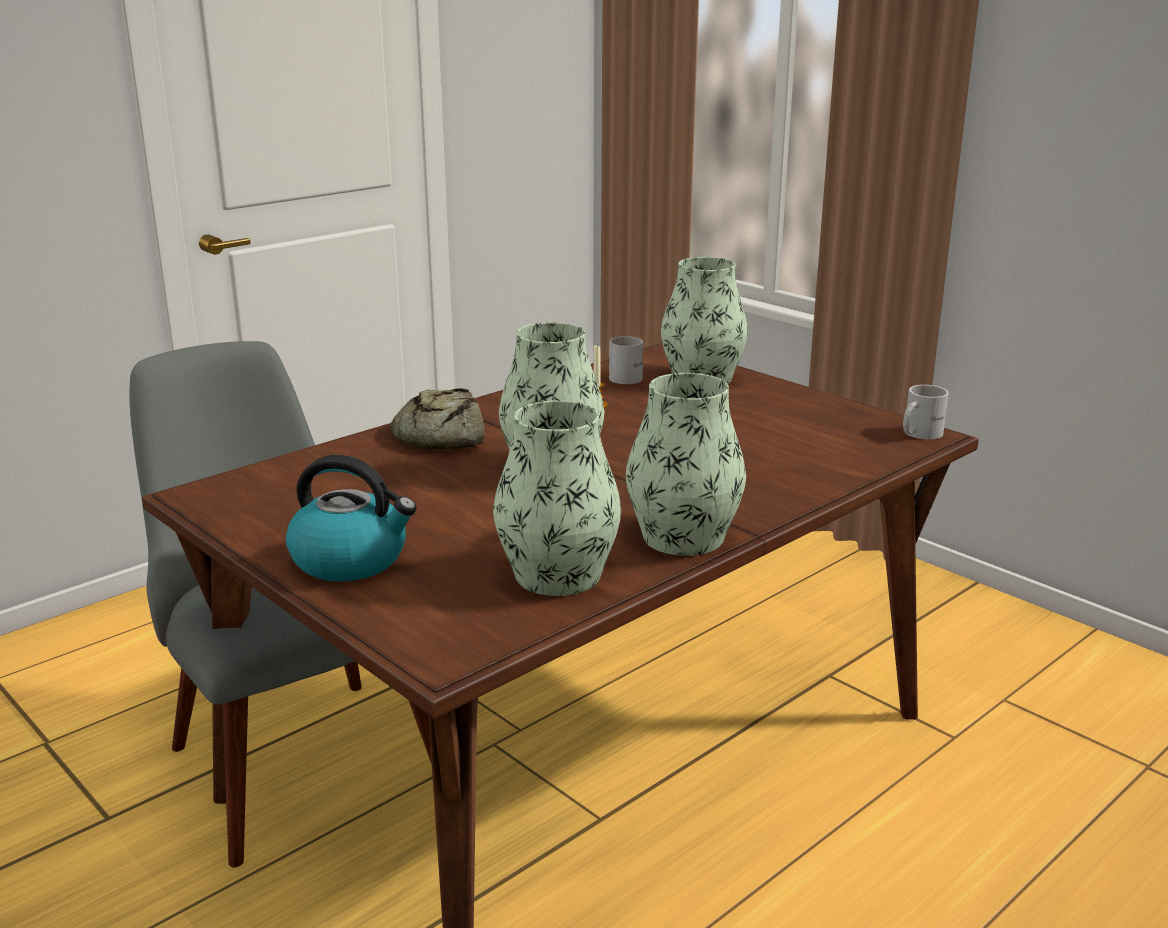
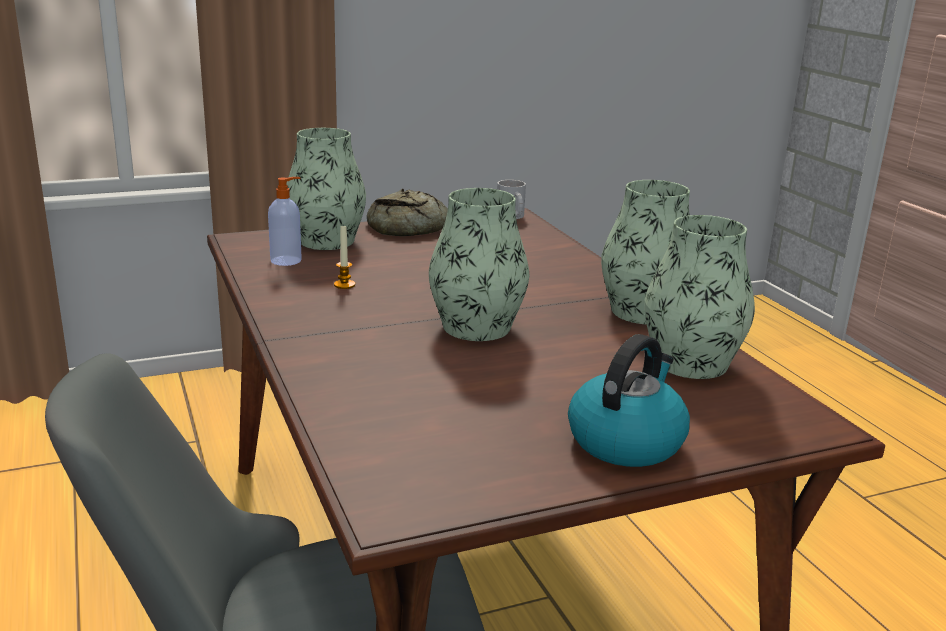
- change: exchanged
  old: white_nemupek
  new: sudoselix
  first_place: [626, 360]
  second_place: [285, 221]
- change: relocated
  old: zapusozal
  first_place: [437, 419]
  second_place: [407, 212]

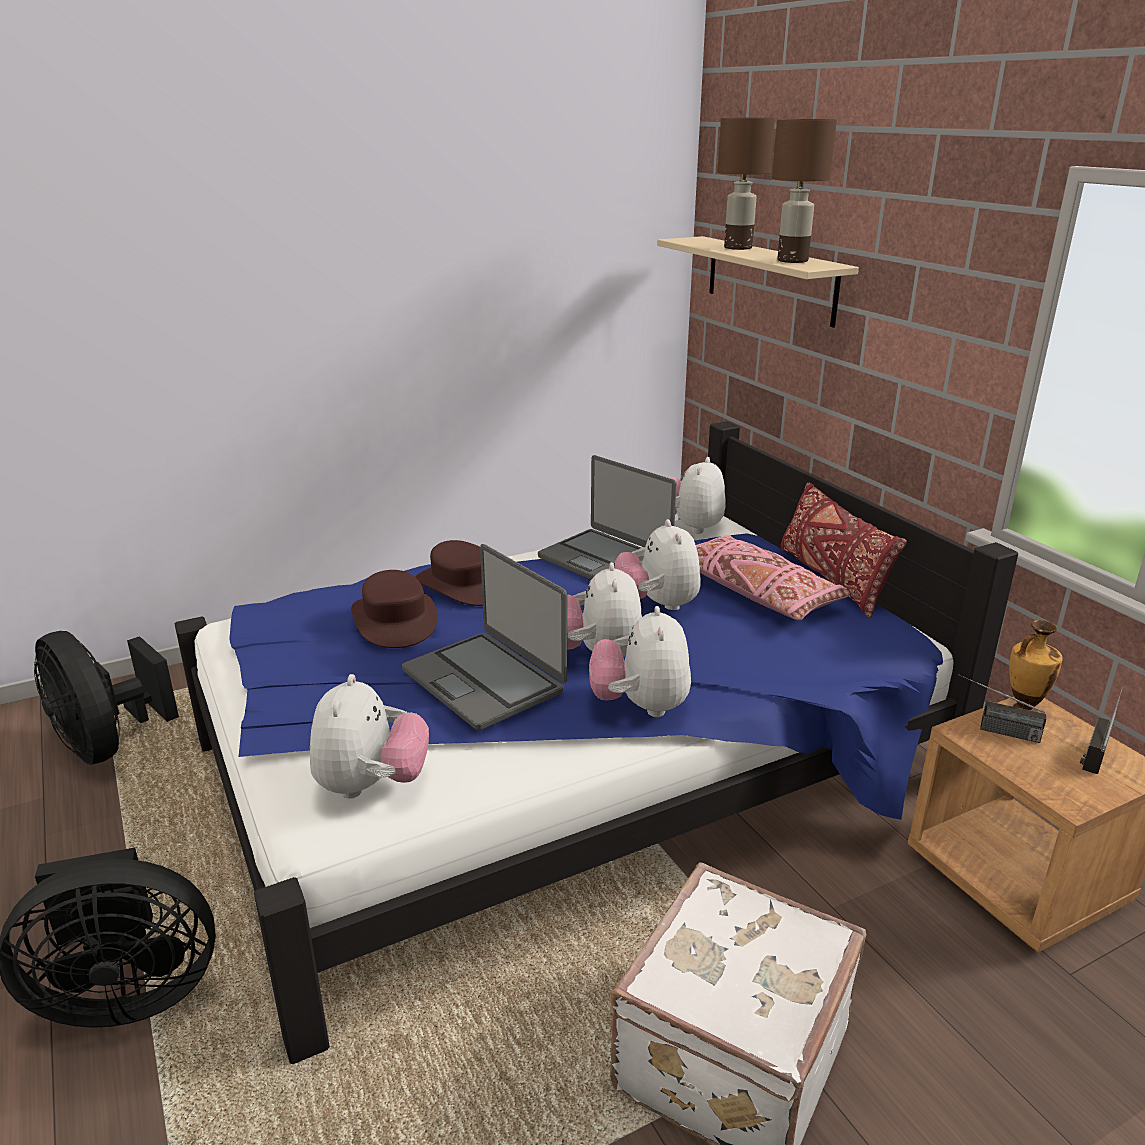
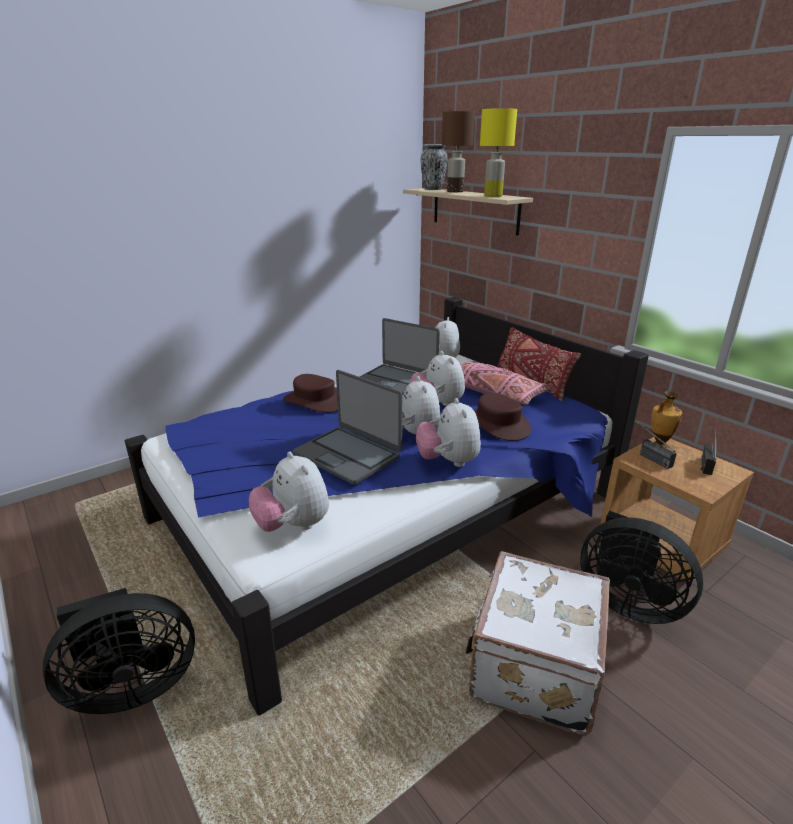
- change: spun
  old: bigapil
  first_place: [369, 736]
  second_place: [289, 492]
  degrees: 150
- change: appeared
  new: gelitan
  second_place: [434, 167]
- change: relocated
  old: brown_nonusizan
  first_place: [394, 609]
  second_place: [502, 417]
- change: colour
  old: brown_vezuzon
  new: yellow_vezuzon
  first_place: [804, 191]
  second_place: [498, 152]
- change: relocated
  old: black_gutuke
  first_place: [106, 698]
  second_place: [641, 567]
- change: spun
  old: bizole
  first_place: [1002, 709]
  second_place: [655, 444]
  degrees: 45

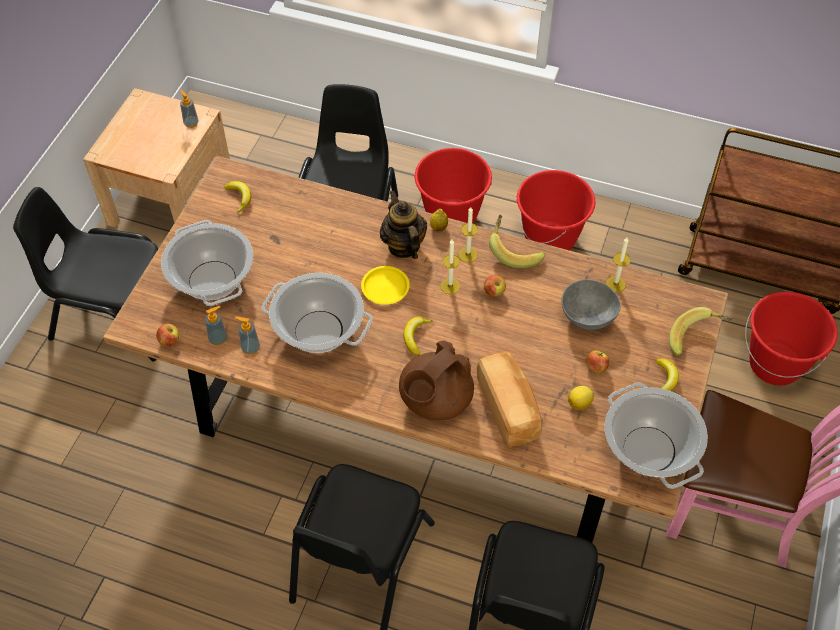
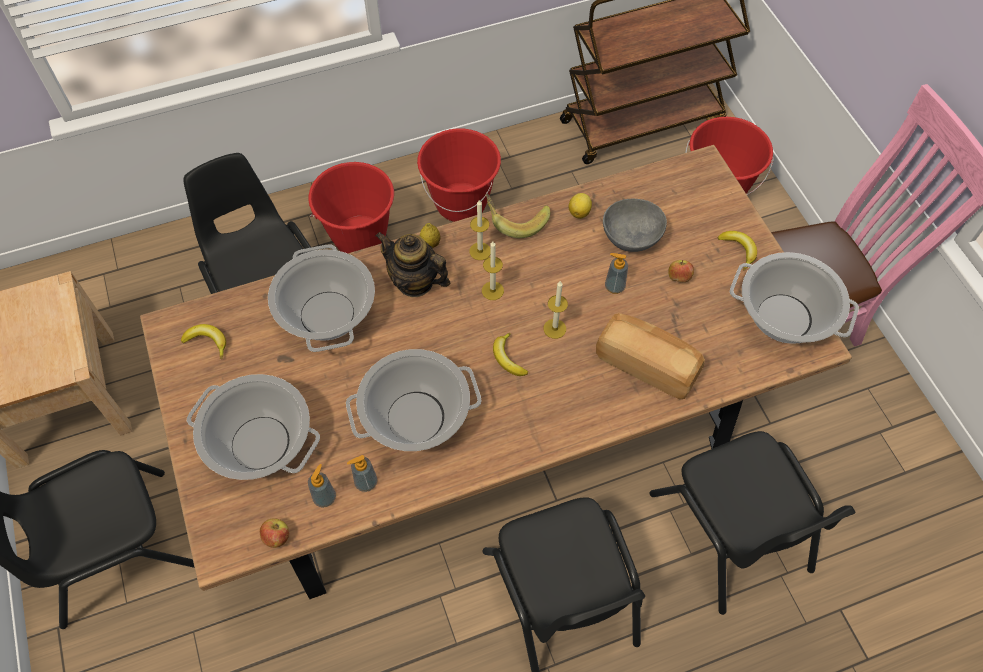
- change: appeared
  new: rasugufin
  second_place: [321, 298]
- change: relocated
  old: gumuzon
  first_place: [618, 265]
  second_place: [556, 310]
- change: relocated
  old: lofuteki
  first_place: [581, 398]
  second_place: [580, 206]
- change: relocated
  old: sudoselix
  first_place: [189, 109]
  second_place: [616, 273]
- change: missing
  old: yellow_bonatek
  first_place: [385, 285]
- change: missing
  old: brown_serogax
  first_place: [436, 380]
- change: missing
  old: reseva
  first_place: [495, 286]
- change: missing
  old: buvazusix
  first_place: [700, 332]

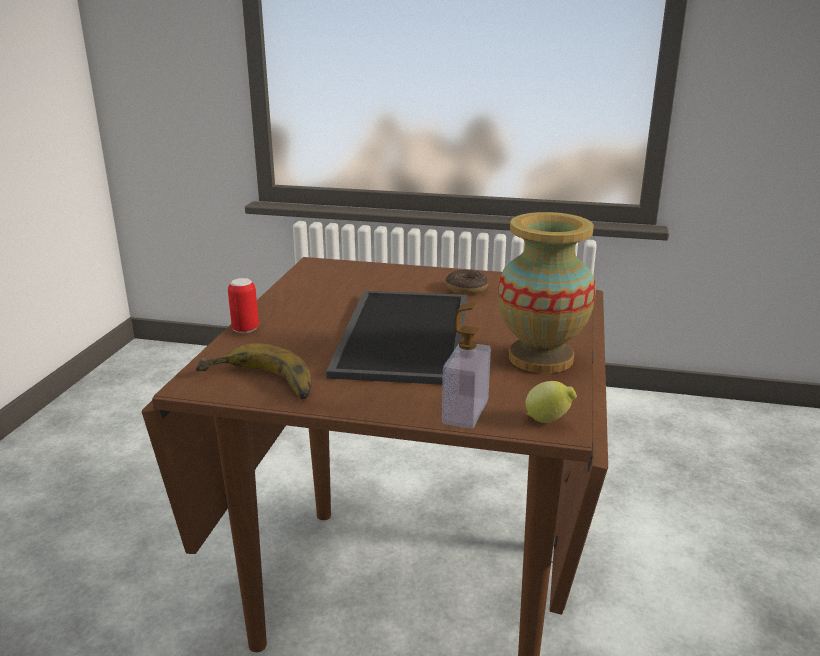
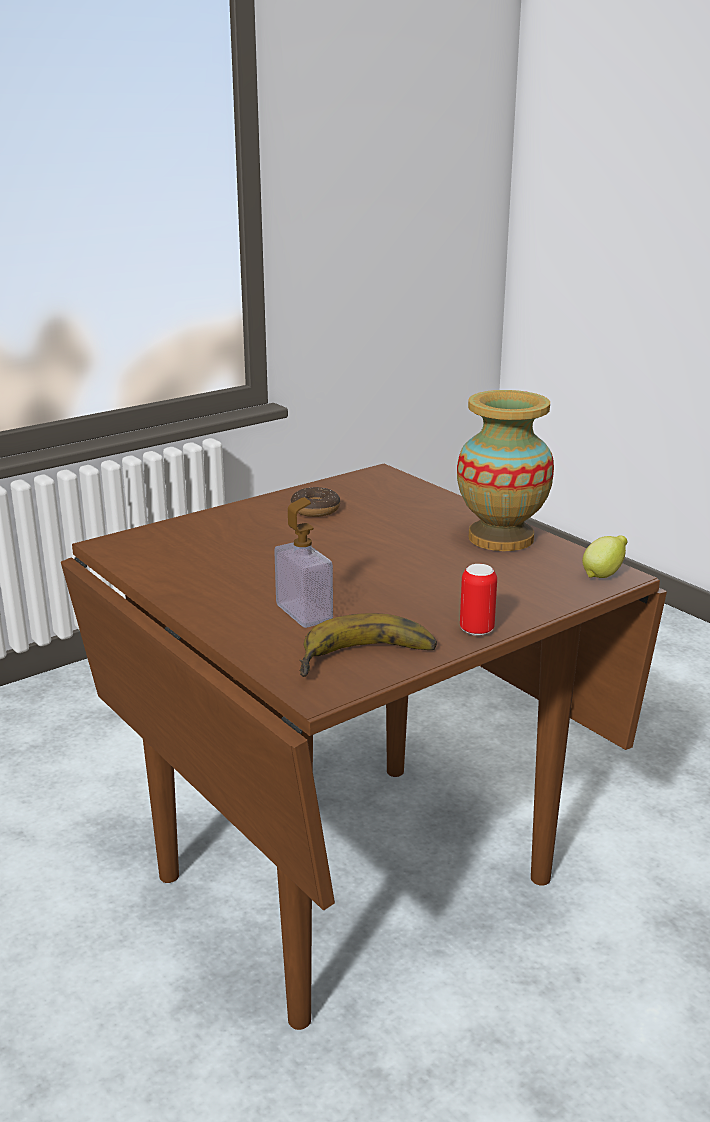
- change: relocated
  old: sudoselix
  first_place: [466, 365]
  second_place: [303, 562]
- change: relocated
  old: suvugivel
  first_place: [243, 305]
  second_place: [478, 600]
- change: missing
  old: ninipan
  first_place: [396, 338]

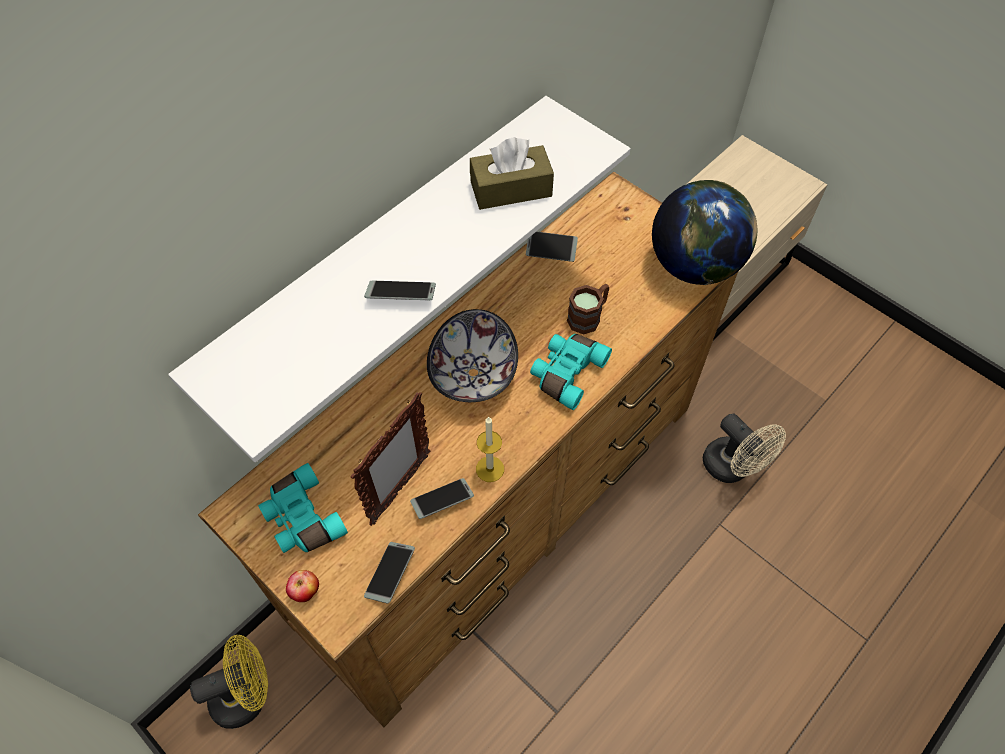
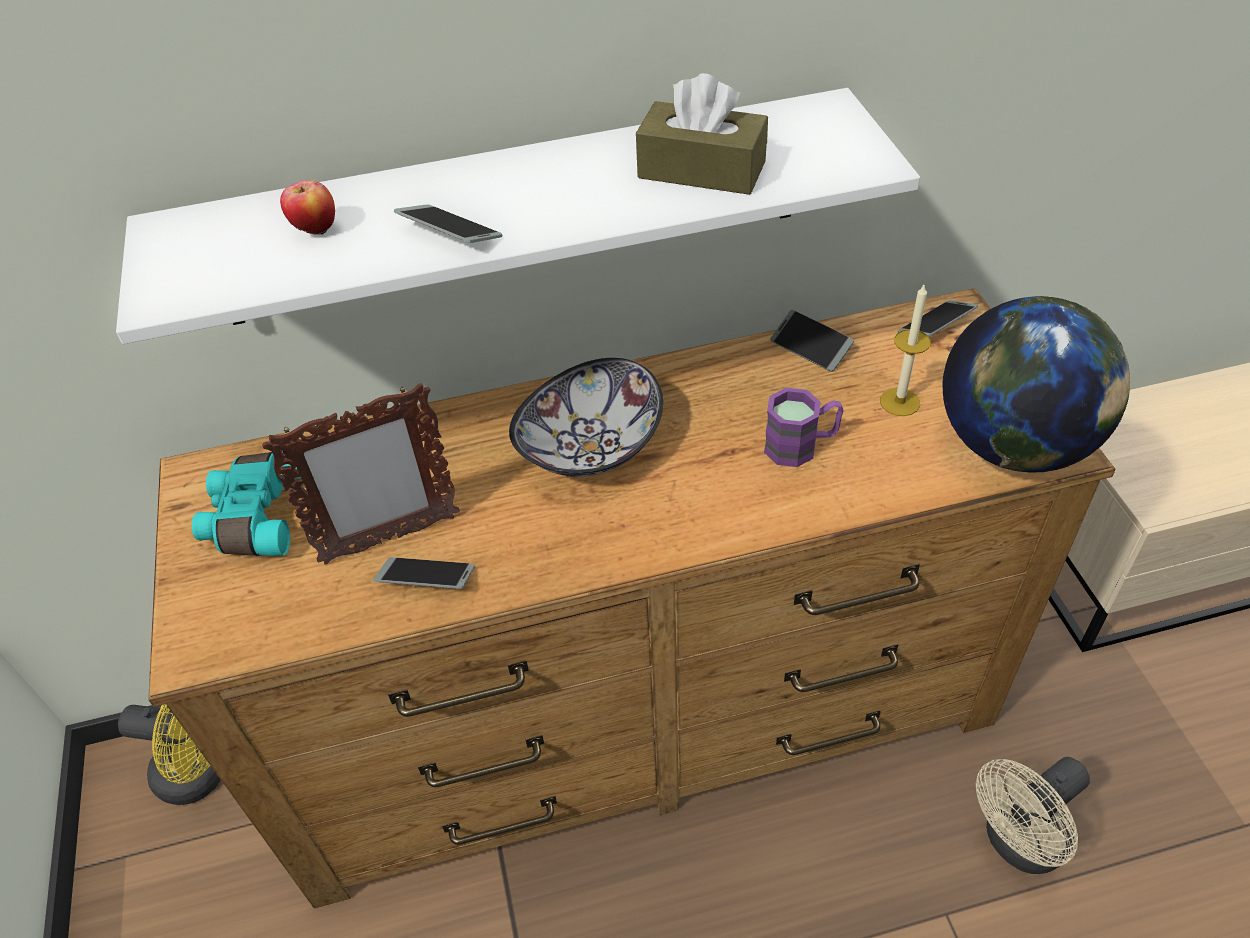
- change: relocated
  old: reseva
  first_place: [302, 586]
  second_place: [307, 207]
- change: colour
  old: brown_nemupek
  new: purple_nemupek
  first_place: [588, 309]
  second_place: [803, 427]
- change: relocated
  old: gumuzon
  first_place: [490, 449]
  second_place: [905, 349]
- change: relocated
  old: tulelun
  first_place: [389, 573]
  second_place: [938, 318]
- change: spun
  old: beige_gutuke
  first_place: [744, 448]
  second_place: [1033, 815]
  degrees: 60
- change: missing
  old: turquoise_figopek
  first_place: [571, 372]

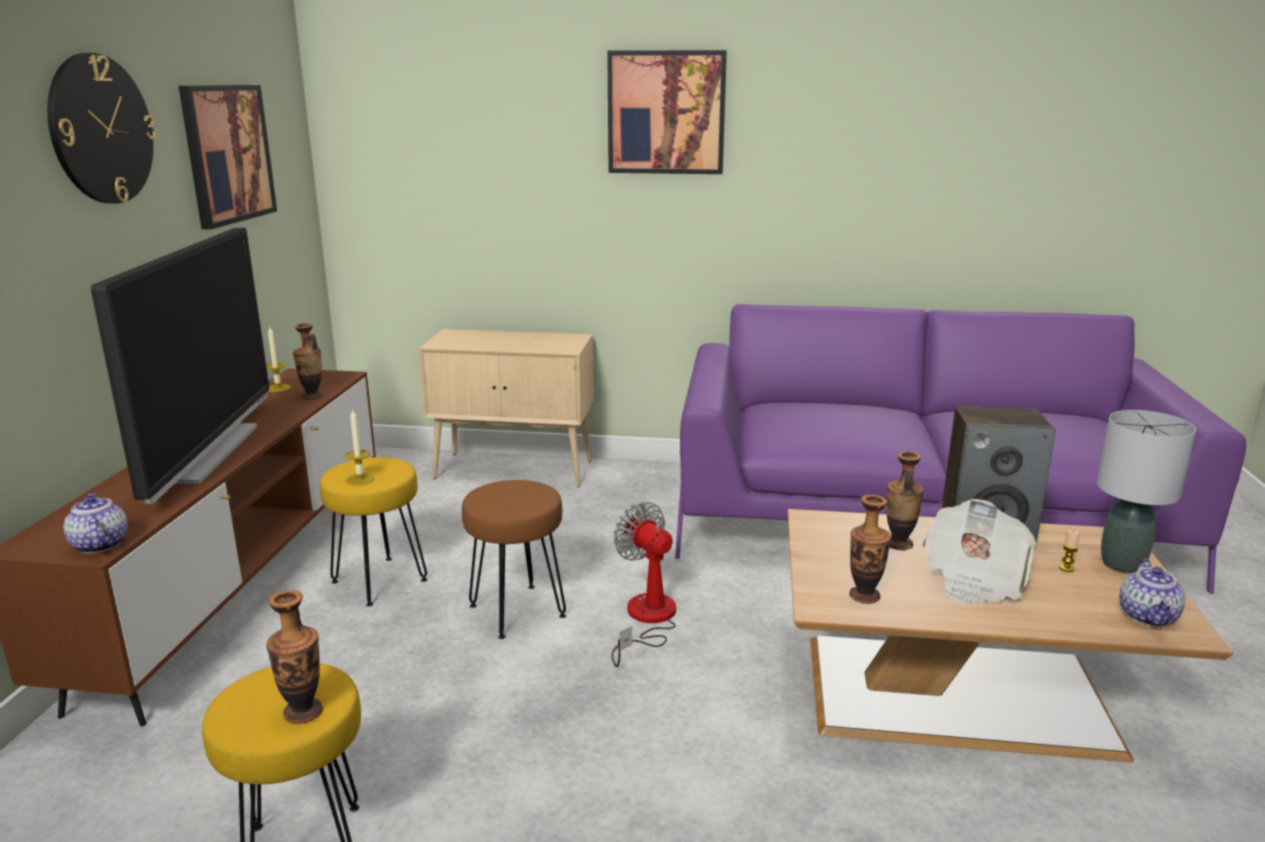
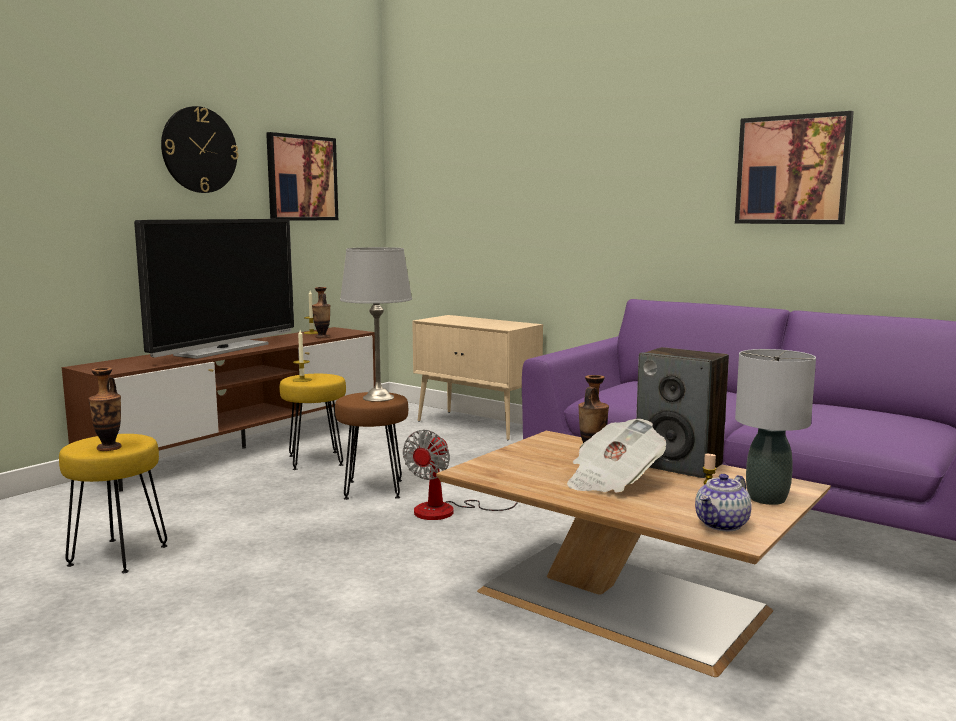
- change: appeared
  new: grey_vezuzon
  second_place: [376, 324]
- change: spun
  old: gutuke
  first_place: [644, 584]
  second_place: [460, 475]
  degrees: -150
- change: relocated
  old: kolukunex
  first_place: [667, 112]
  second_place: [794, 167]
- change: missing
  old: serogax
  first_place: [95, 523]
- change: missing
  old: gelitan
  first_place: [870, 549]

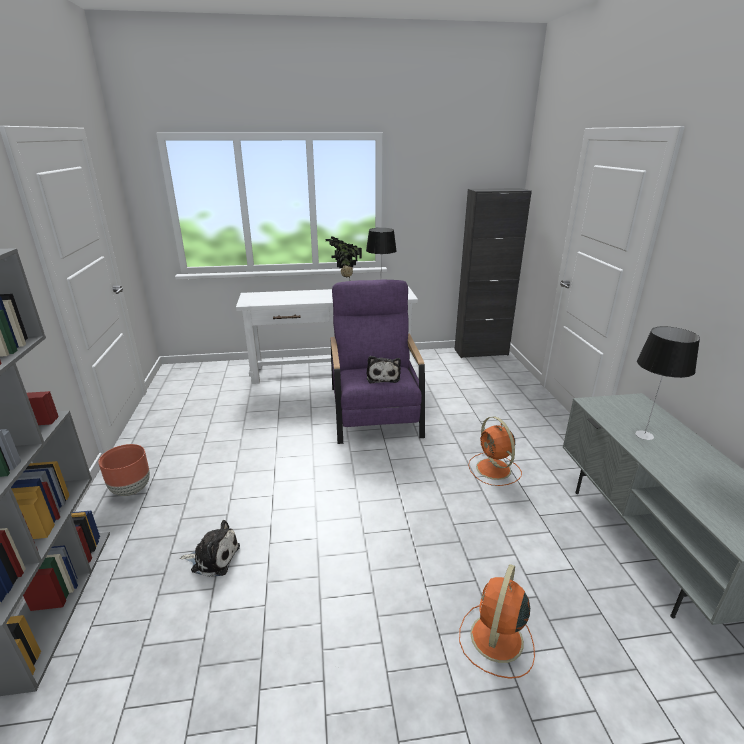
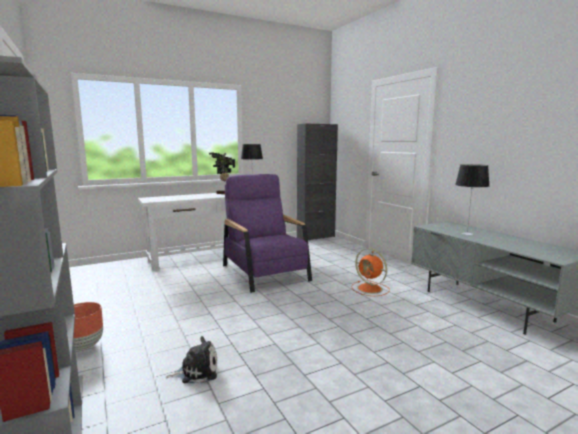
- change: missing
  old: bigapil
  first_place: [384, 369]
- change: missing
  old: orange_gutuke
  first_place: [497, 621]

